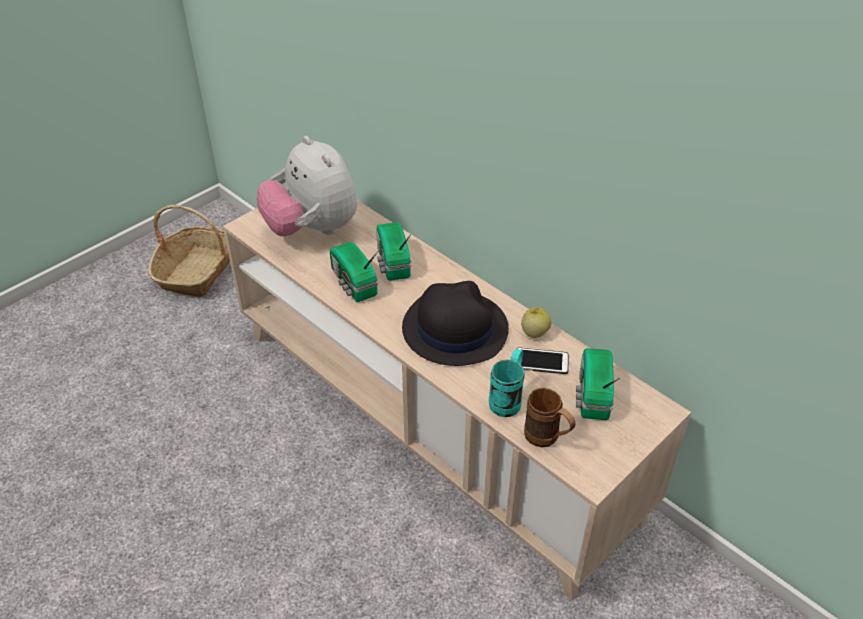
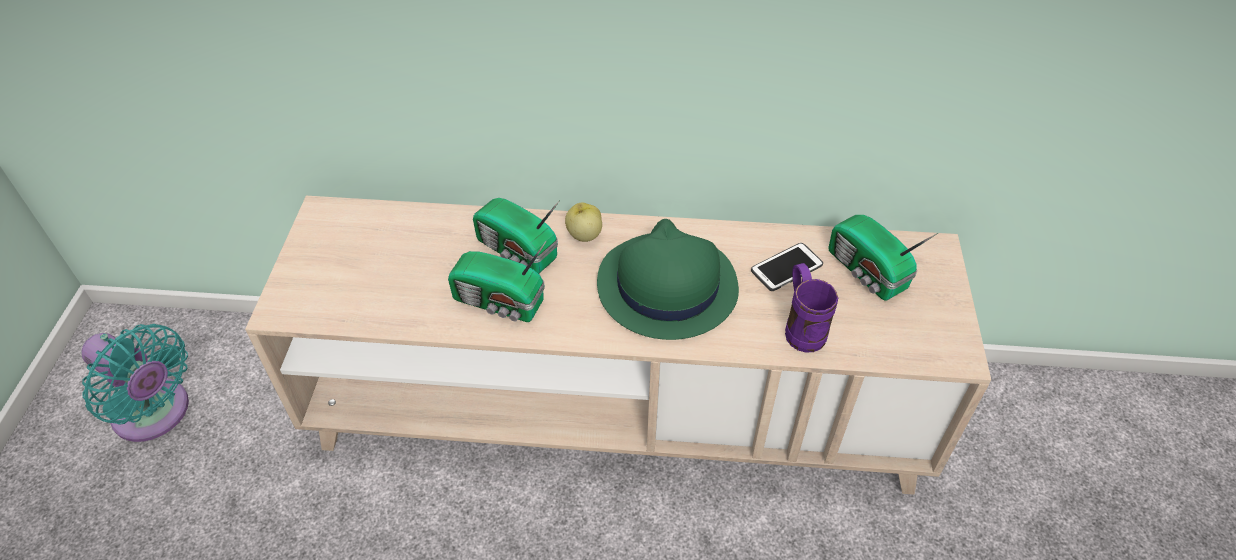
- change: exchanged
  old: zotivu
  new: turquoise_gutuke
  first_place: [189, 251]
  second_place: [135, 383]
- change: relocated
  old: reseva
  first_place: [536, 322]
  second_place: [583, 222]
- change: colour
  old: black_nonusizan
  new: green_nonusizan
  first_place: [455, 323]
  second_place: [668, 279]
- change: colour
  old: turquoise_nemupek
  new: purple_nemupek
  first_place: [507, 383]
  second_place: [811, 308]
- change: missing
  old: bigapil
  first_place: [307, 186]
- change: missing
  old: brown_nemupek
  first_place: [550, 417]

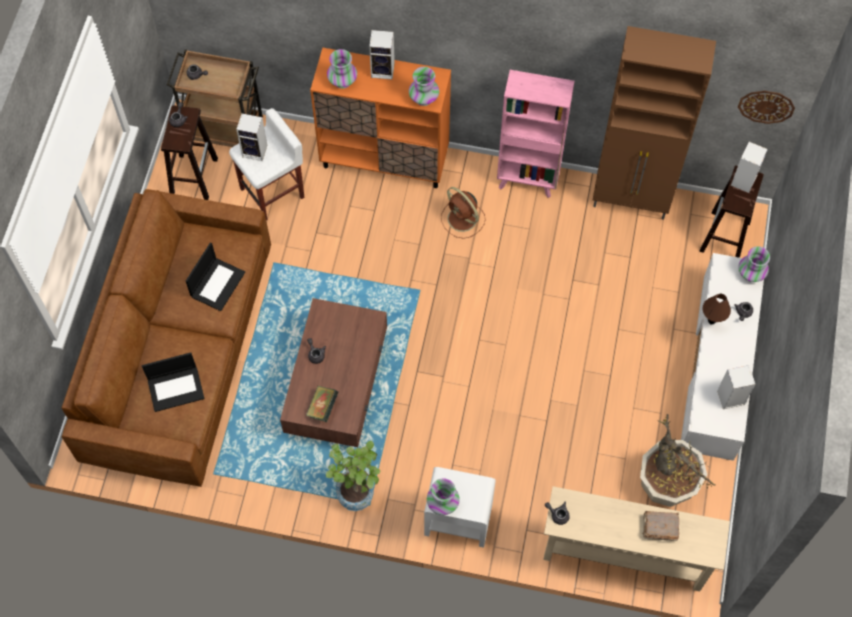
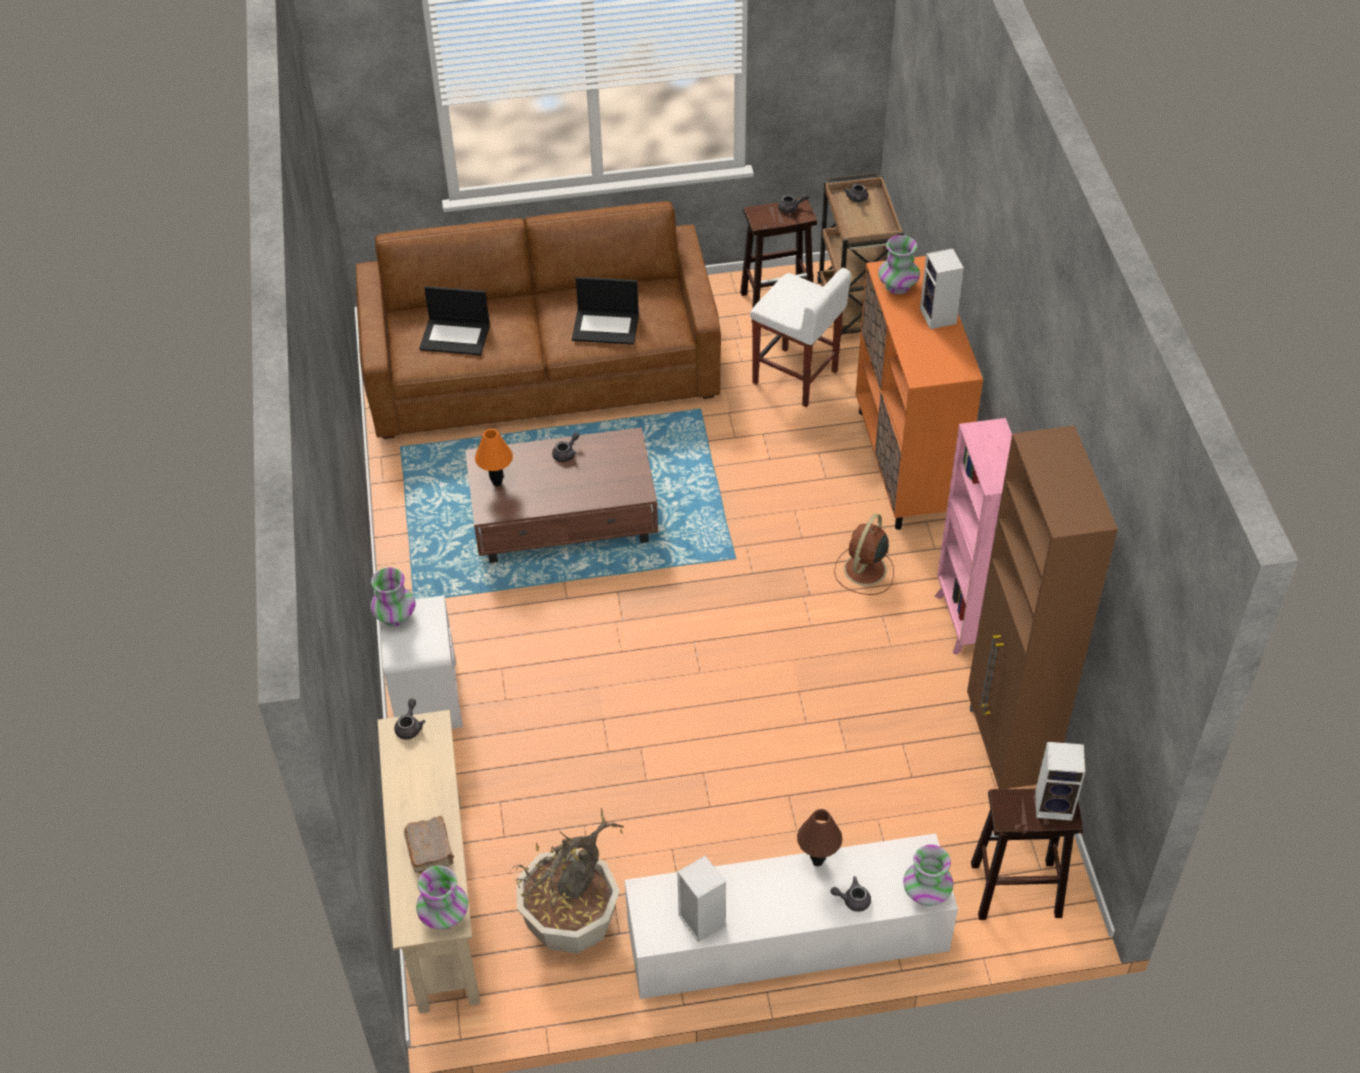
- change: relocated
  old: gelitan
  first_place: [424, 86]
  second_place: [442, 897]
- change: spun
  old: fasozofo
  first_place: [173, 382]
  second_place: [454, 321]
  degrees: -45
- change: exchanged
  old: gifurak
  new: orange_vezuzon
  first_place: [322, 404]
  second_place: [494, 457]
- change: missing
  old: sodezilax
  first_place: [251, 137]
- change: missing
  old: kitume
  first_place: [353, 476]
- change: missing
  old: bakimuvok
  first_place: [766, 107]

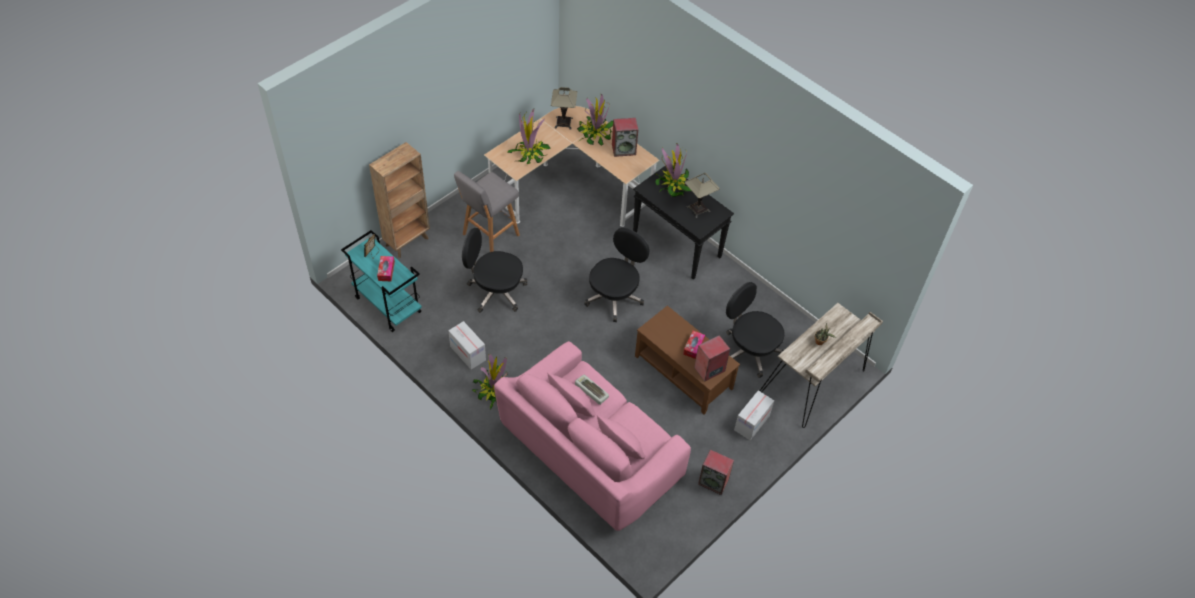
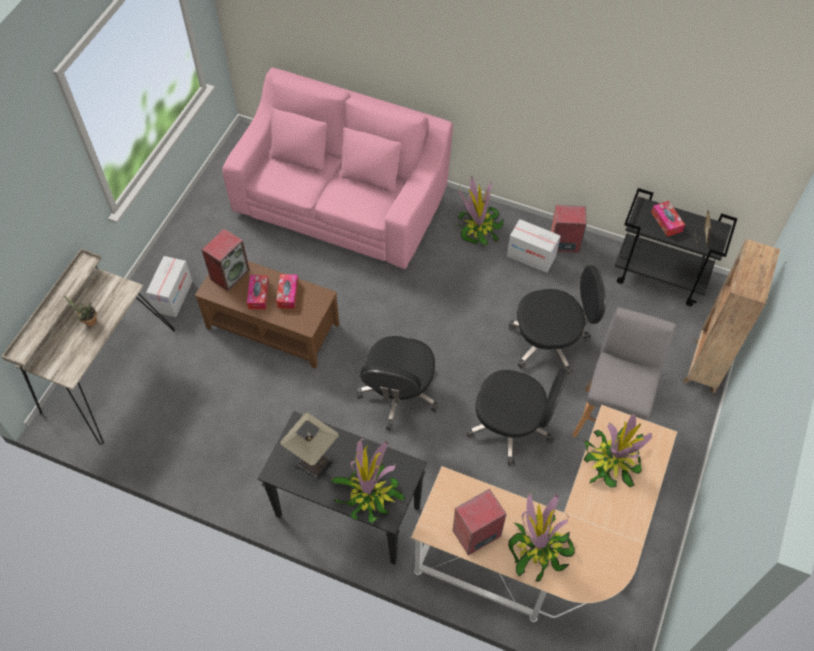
- change: appeared
  new: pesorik
  second_place: [287, 291]
- change: relocated
  old: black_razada
  first_place: [755, 330]
  second_place: [517, 417]
- change: relocated
  old: sodezilax
  first_place: [716, 472]
  second_place: [569, 229]
- change: colour
  old: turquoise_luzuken
  new: black_luzuken
  first_place: [381, 281]
  second_place: [675, 247]
- change: missing
  old: vezuzon
  first_place: [564, 108]
- change: missing
  old: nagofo
  first_place: [592, 390]

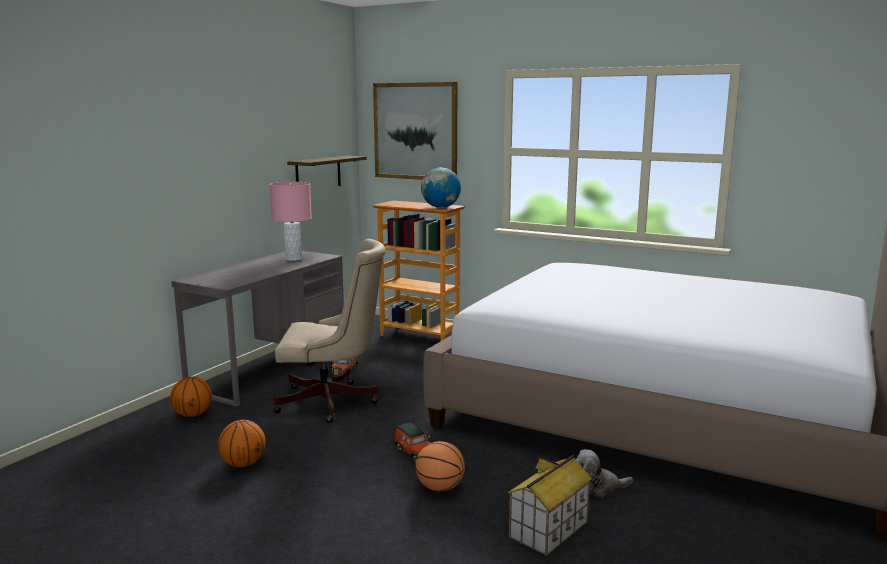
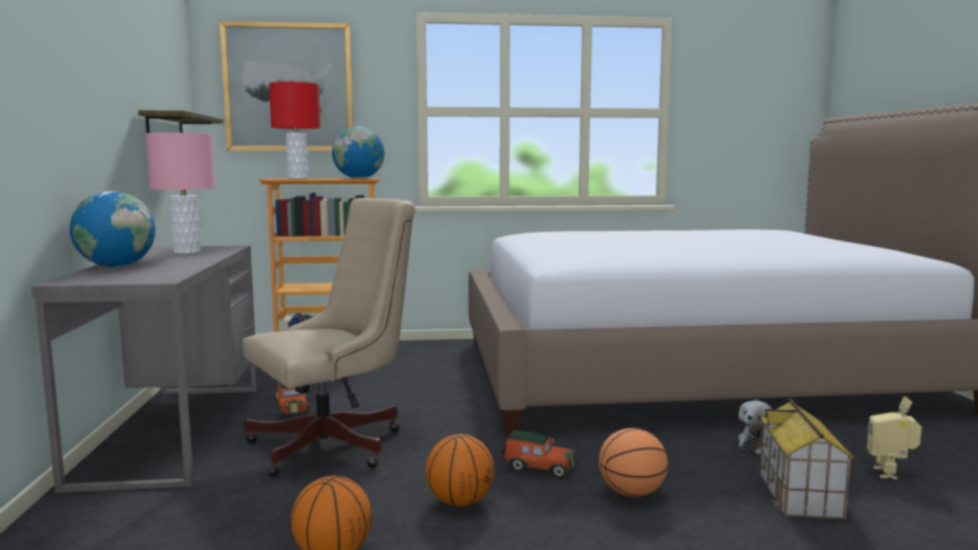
- change: appeared
  new: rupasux
  second_place: [113, 229]
- change: appeared
  new: red_vezuzon
  second_place: [295, 130]
- change: relocated
  old: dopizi
  first_place: [191, 396]
  second_place: [459, 470]
- change: appeared
  new: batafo
  second_place: [894, 438]

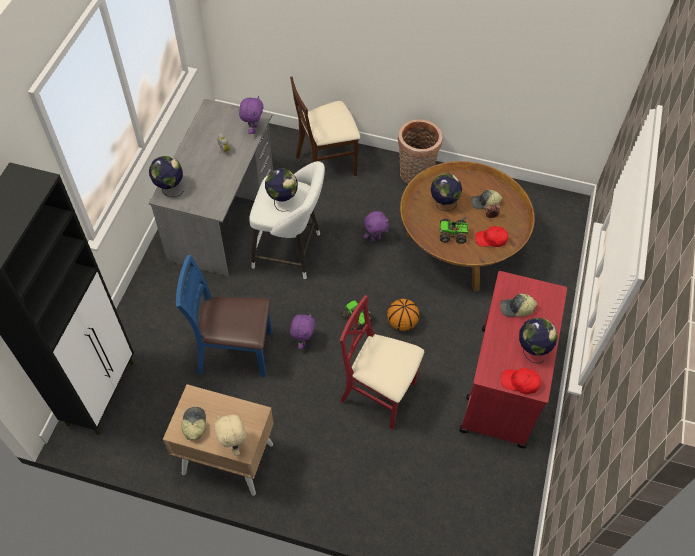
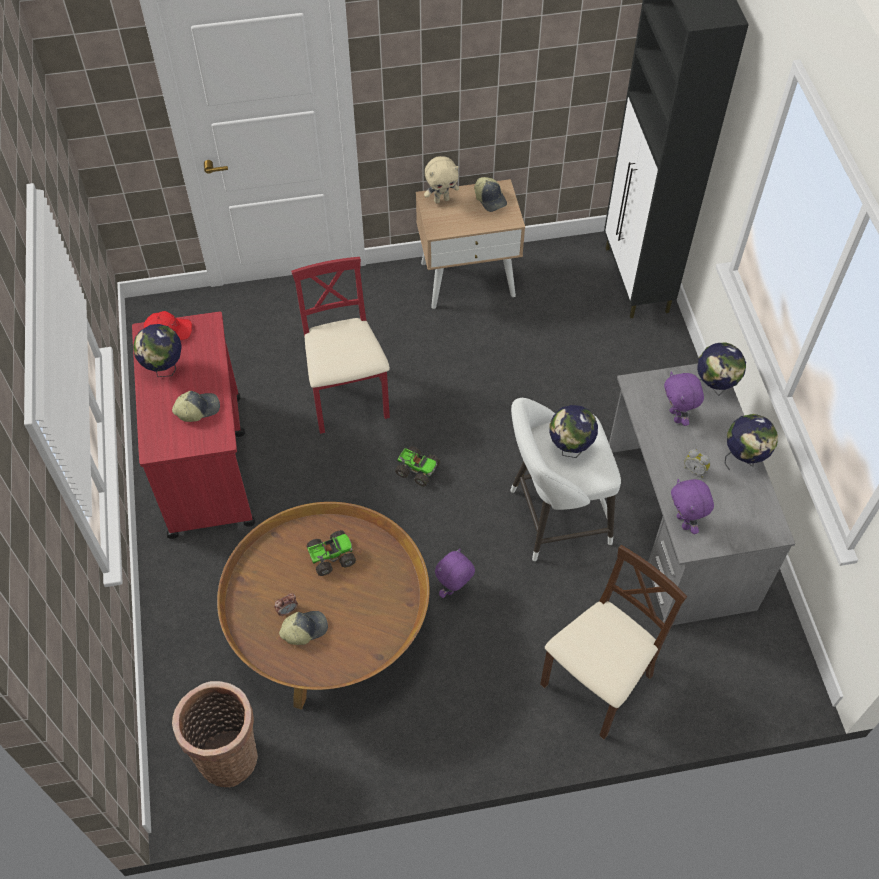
- change: relocated
  old: zotivu
  first_place: [420, 151]
  second_place: [215, 734]
- change: spun
  old: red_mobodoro
  first_place: [382, 362]
  second_place: [340, 345]
  degrees: -105
- change: spun
  old: beige_bigapil
  first_place: [230, 435]
  second_place: [441, 179]
  degrees: 120
- change: relocated
  old: purple_bigapil
  first_place: [302, 331]
  second_place: [684, 399]
- change: relocated
  old: rupasux
  first_place: [446, 192]
  second_place: [751, 442]
- change: missing
  old: blue_mobodoro
  first_place: [224, 316]
- change: missing
  old: dopizi
  first_place: [403, 315]
- change: missing
  old: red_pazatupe
  first_place: [491, 236]

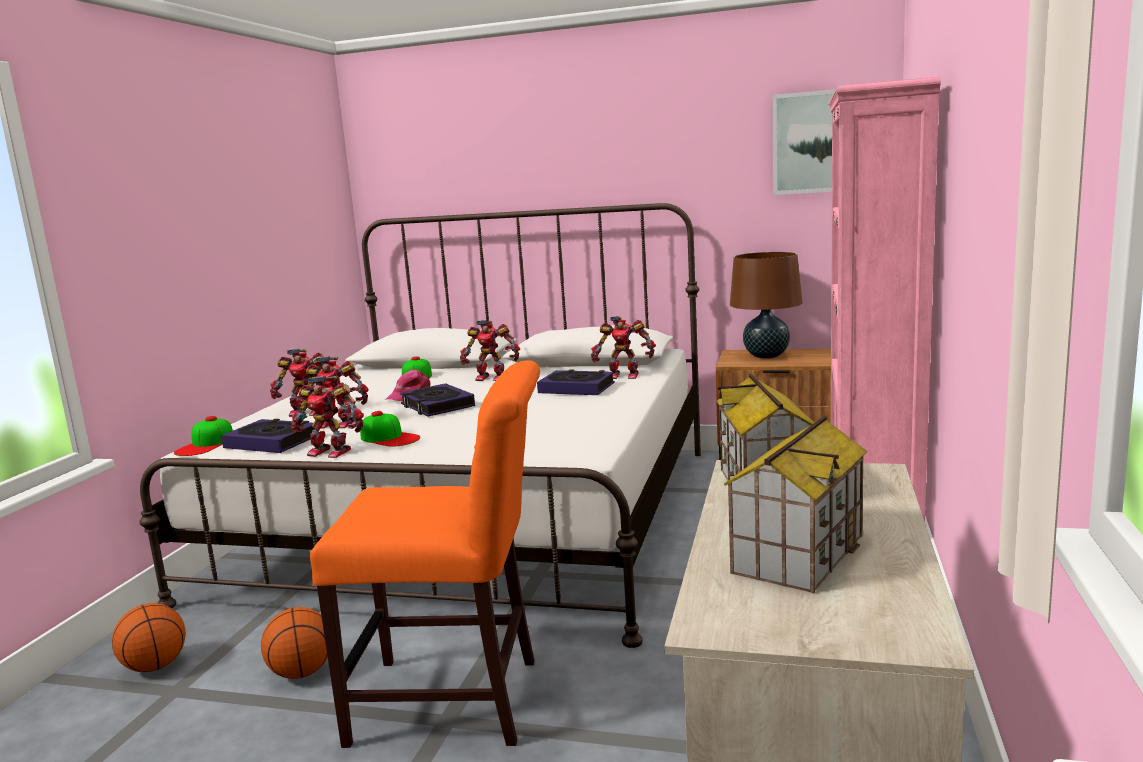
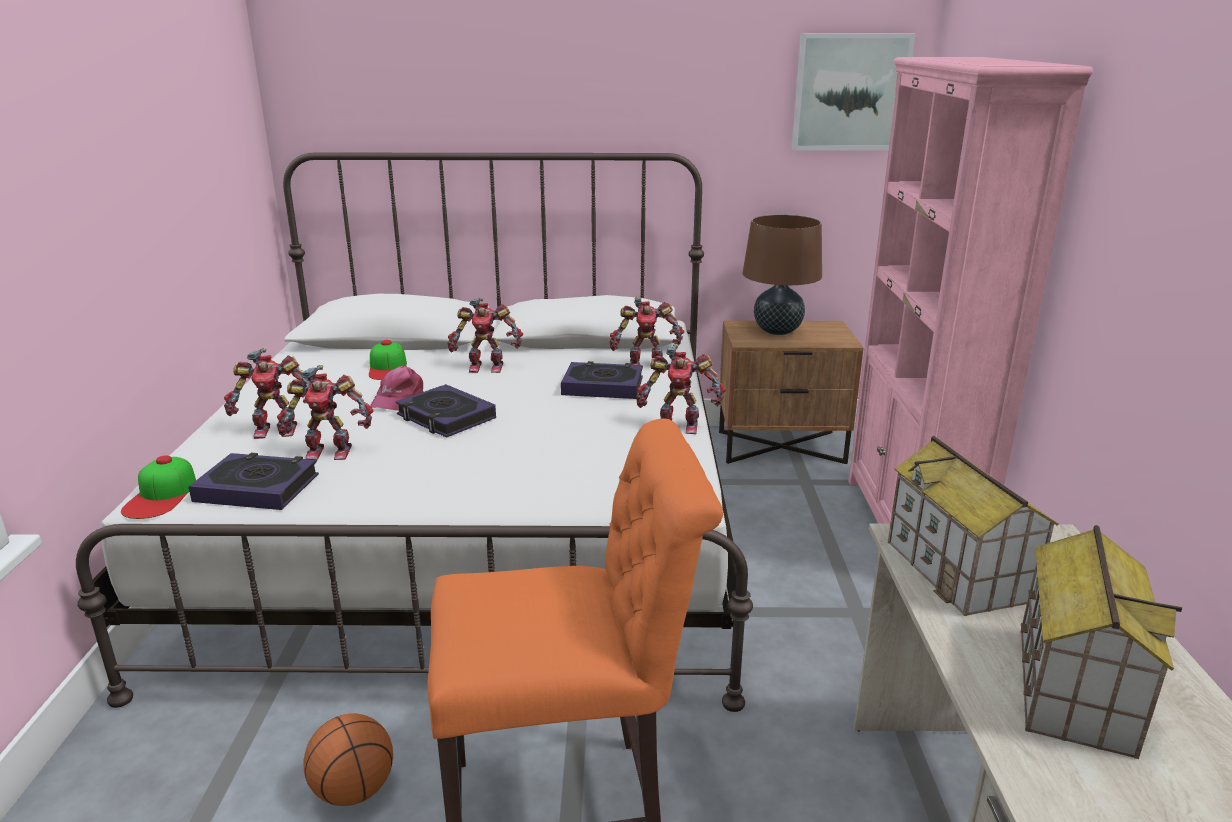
- change: relocated
  old: batafo
  first_place: [327, 417]
  second_place: [681, 389]
- change: missing
  old: dopizi
  first_place: [149, 637]
- change: missing
  old: pazatupe
  first_place: [390, 428]

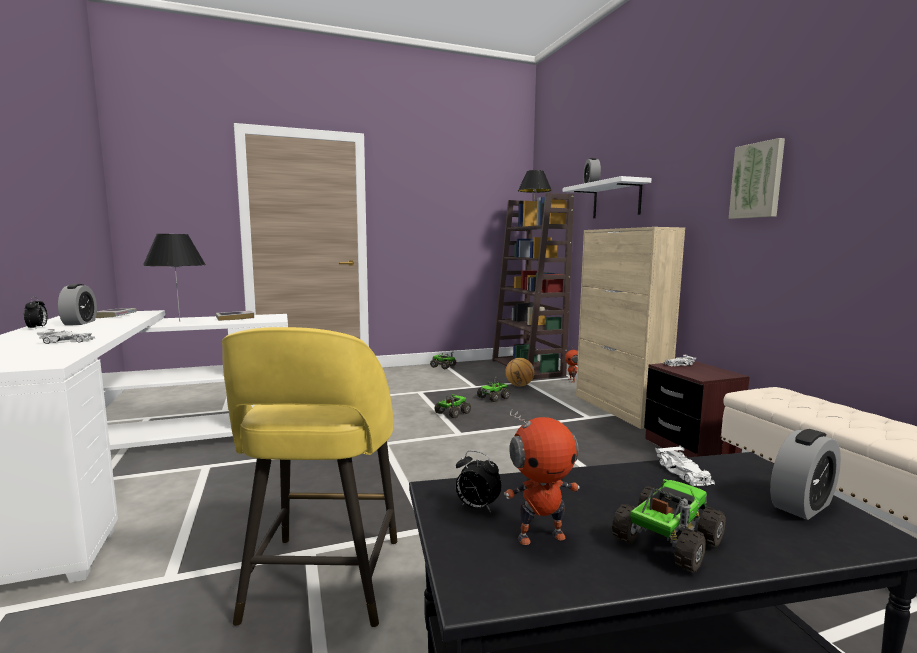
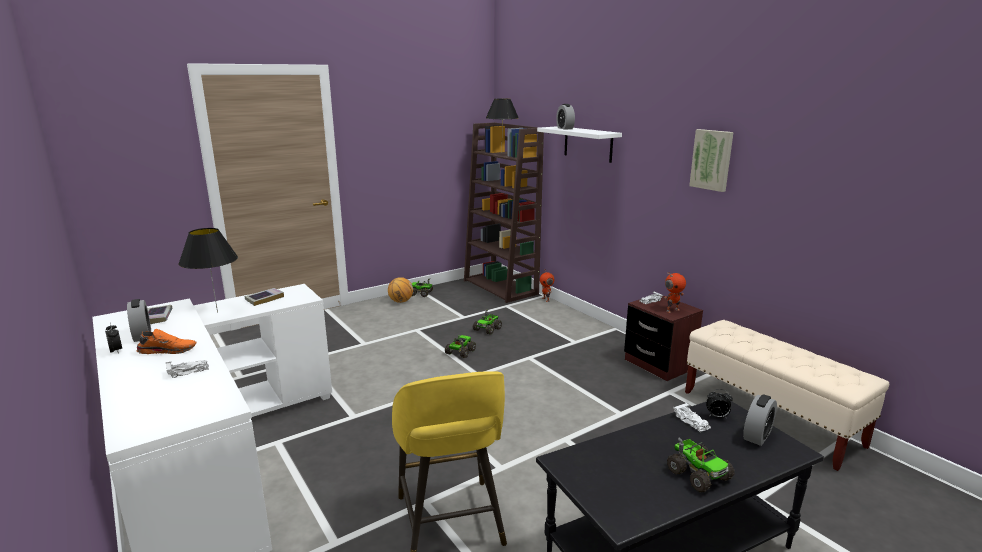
- change: appeared
  new: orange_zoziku
  second_place: [166, 341]
- change: relocated
  old: dopizi
  first_place: [519, 372]
  second_place: [400, 290]
- change: relocated
  old: batafo
  first_place: [542, 477]
  second_place: [675, 292]
- change: spun
  old: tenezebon
  first_place: [669, 526]
  second_place: [701, 464]
  degrees: 120
- change: relocated
  old: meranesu
  first_place: [479, 481]
  second_place: [719, 403]
- change: missing
  old: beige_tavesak
  first_place: [630, 328]

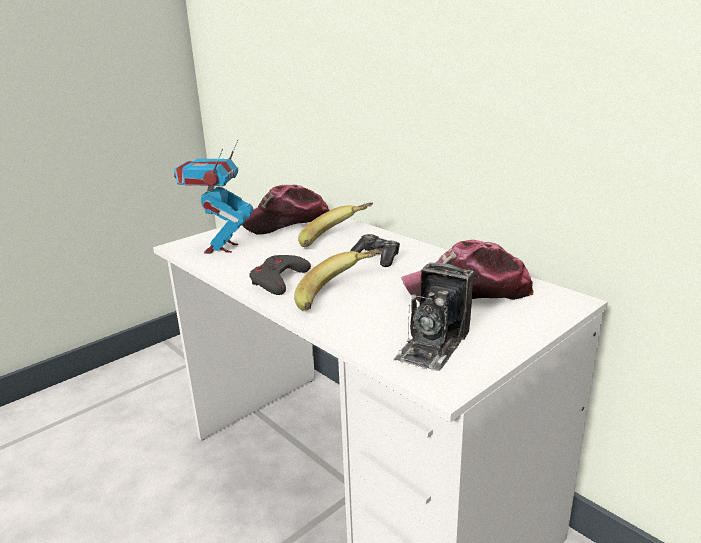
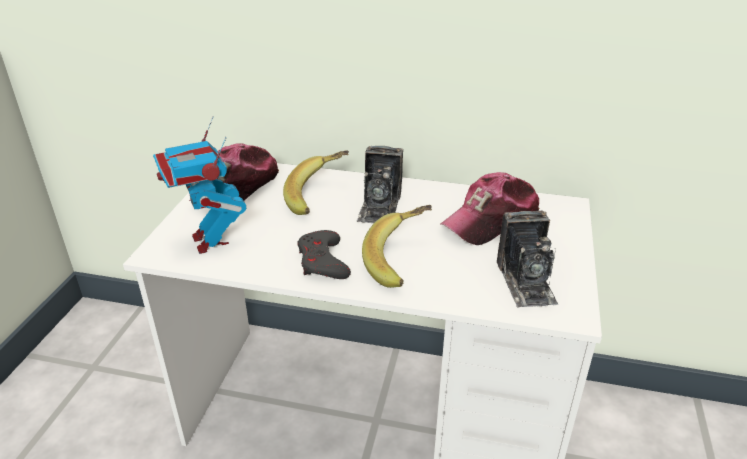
- change: exchanged
  old: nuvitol
  new: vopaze
  first_place: [375, 250]
  second_place: [380, 184]

